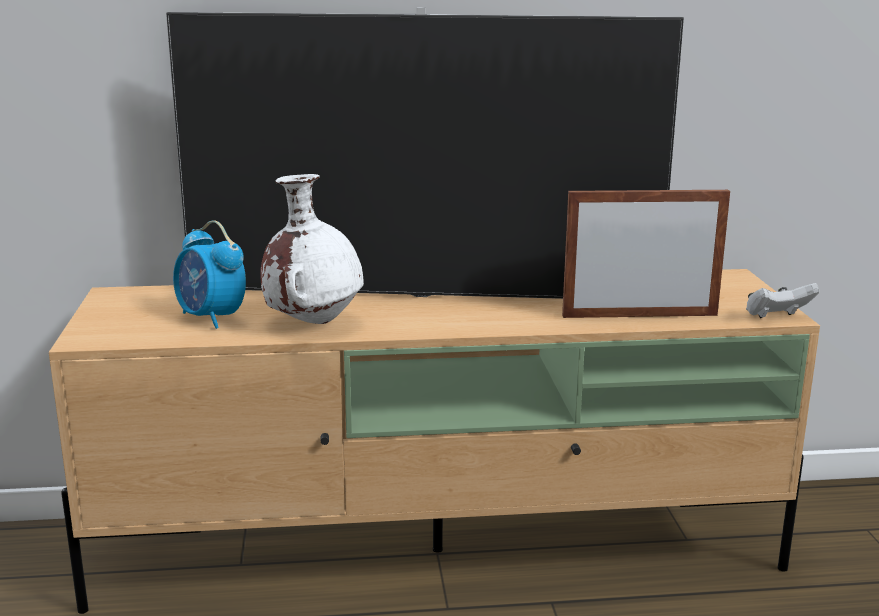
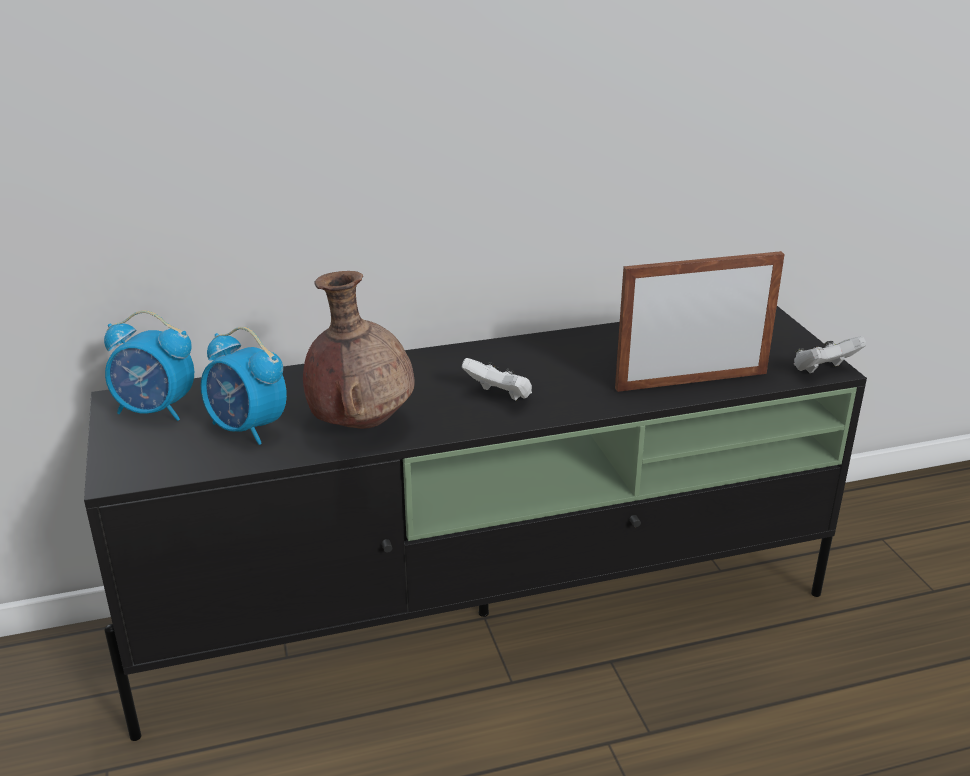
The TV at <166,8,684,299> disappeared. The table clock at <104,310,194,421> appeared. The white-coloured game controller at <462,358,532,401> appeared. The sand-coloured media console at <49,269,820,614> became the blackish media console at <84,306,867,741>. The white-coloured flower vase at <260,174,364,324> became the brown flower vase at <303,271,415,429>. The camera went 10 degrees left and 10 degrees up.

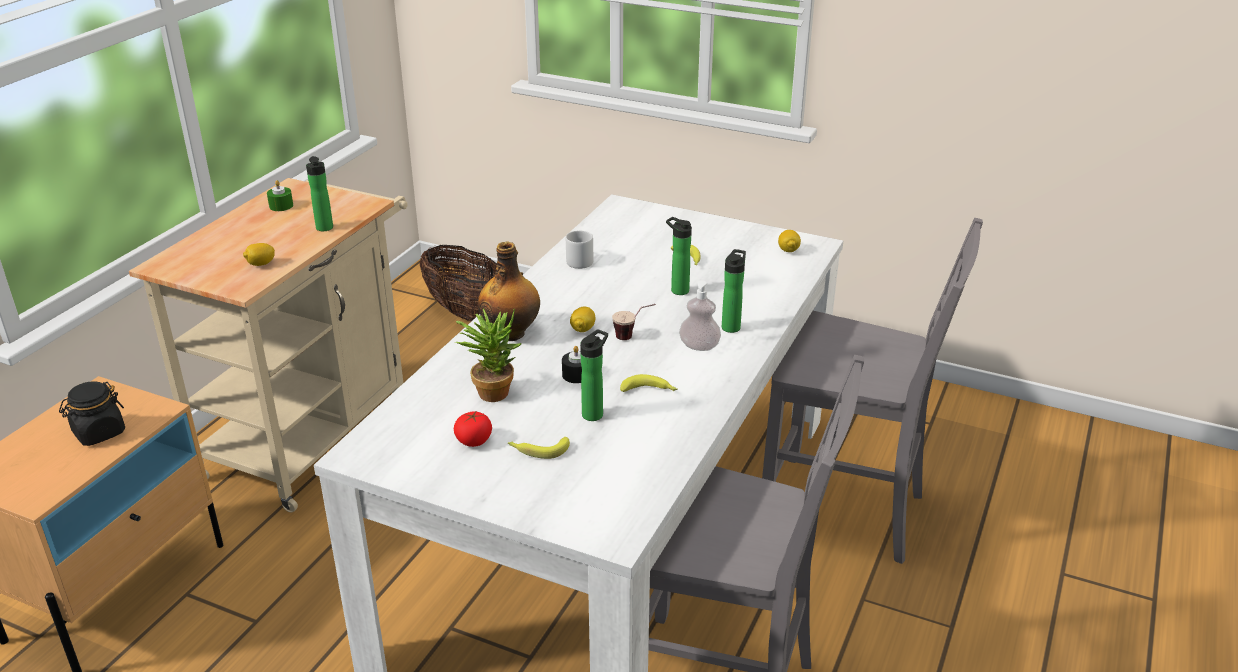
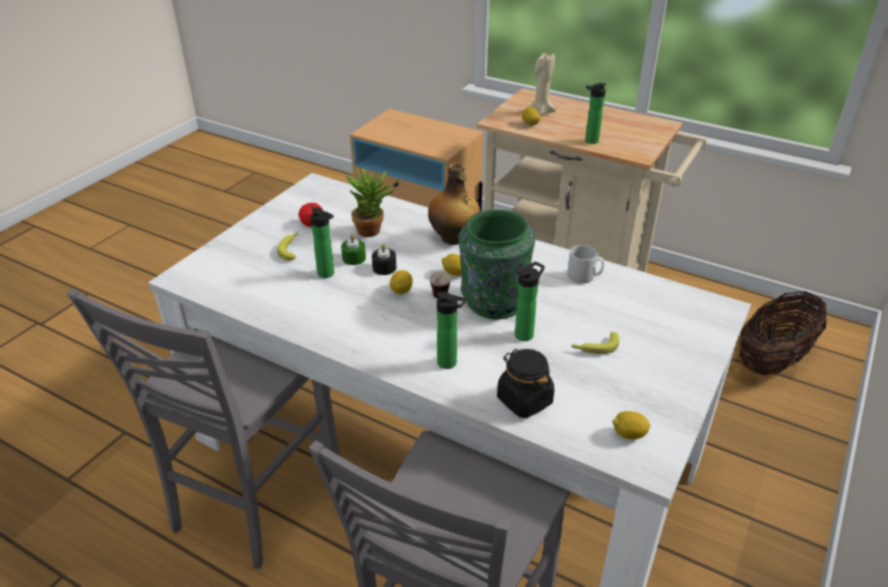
The whole banana at <620,374,677,392> disappeared. The liquid soap bottle at <679,280,721,351> disappeared. The lemon at <390,270,413,294> appeared. The green-coloured flower vase at <459,210,535,319> appeared. The sand-coloured wax light at <529,53,556,116> appeared. The blackish preserve jar moved from <59,381,125,446> to <497,349,554,418>. The green-coloured wax light moved from <267,180,293,211> to <341,234,366,265>. The camera went 95 degrees right and 5 degrees up.

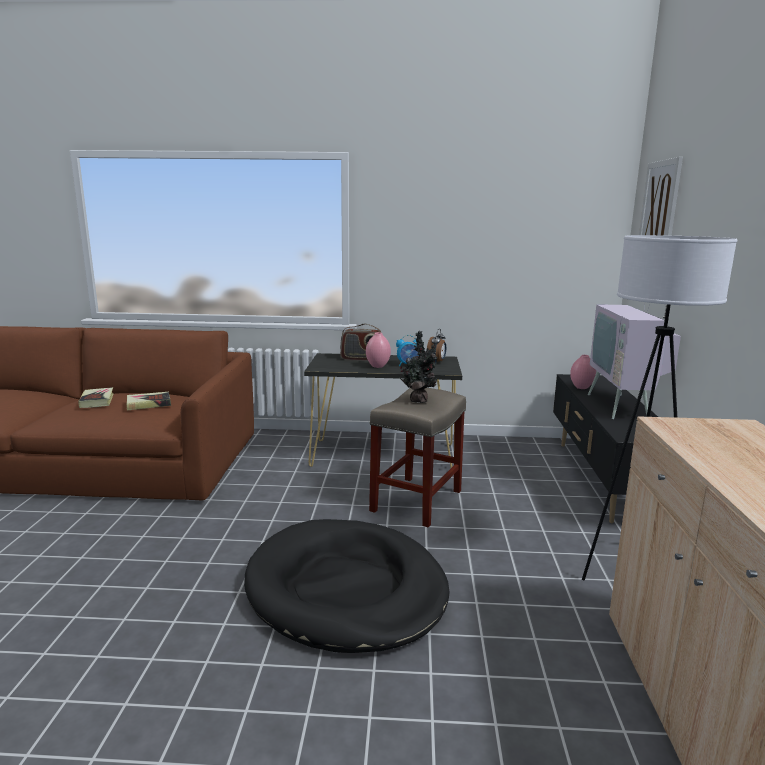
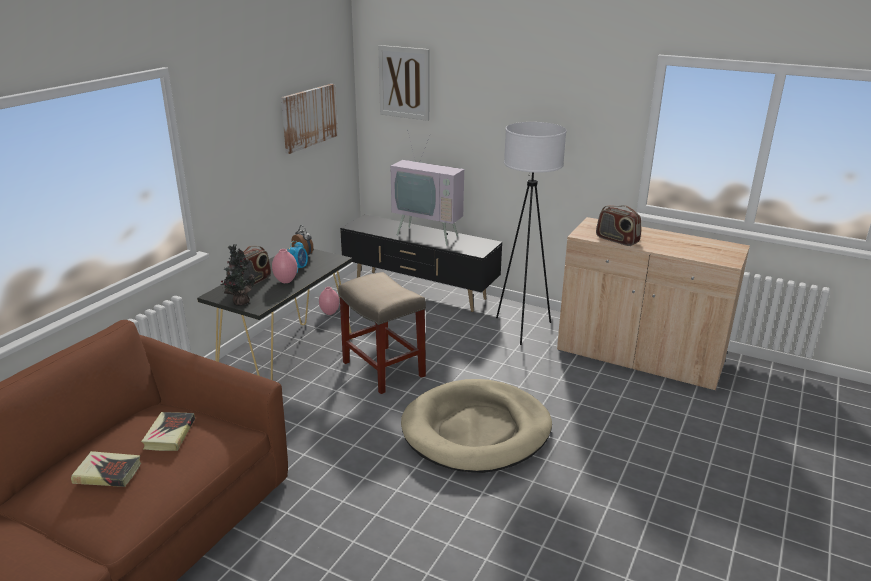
The wall art at <281,84,338,154> appeared. The radio at <596,205,641,246> appeared. The houseplant moved from <400,331,437,403> to <221,244,255,306>. The pinkish flower vase moved from <570,355,596,389> to <319,287,340,315>. The blackish dog bed at <244,519,449,653> became the sand-coloured dog bed at <401,379,552,473>. The camera went 65 degrees left and 10 degrees up.

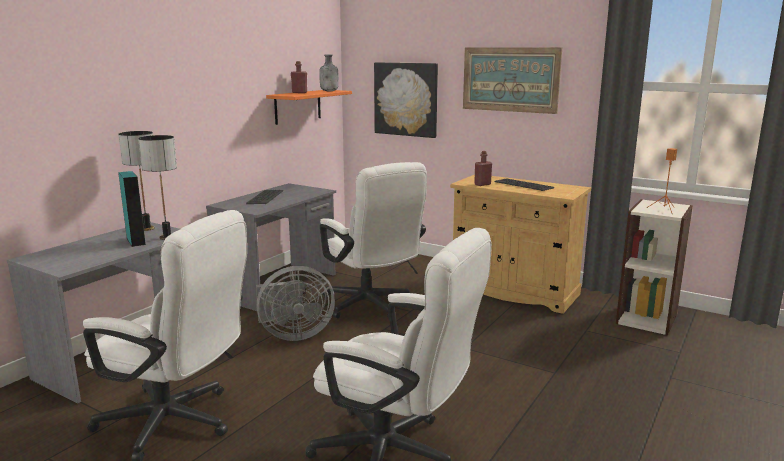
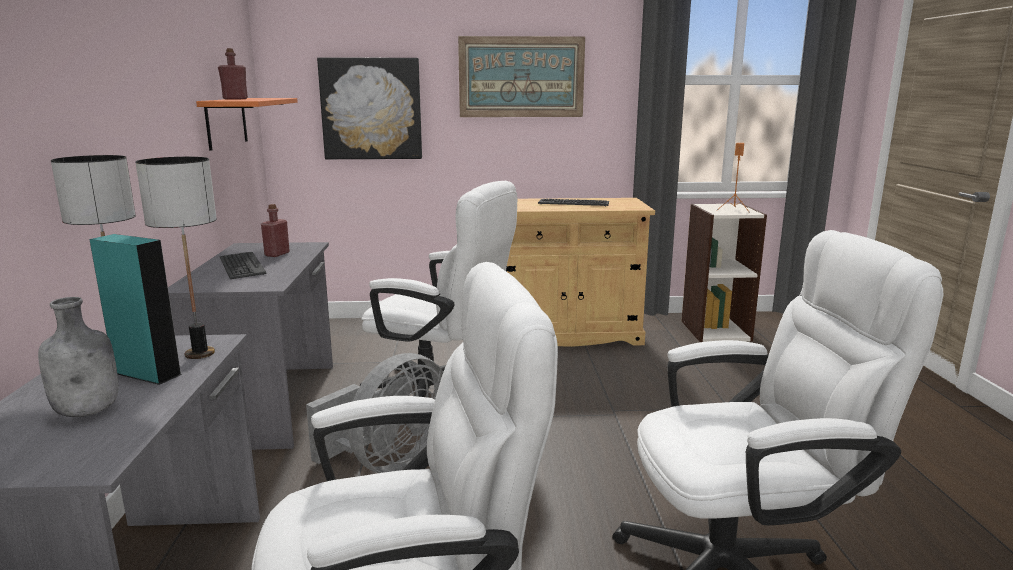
The greyish bottle moved from <319,54,339,91> to <38,297,118,417>. The red bottle moved from <474,151,492,186> to <261,204,290,257>. The camera went 35 degrees left and 0 degrees up.

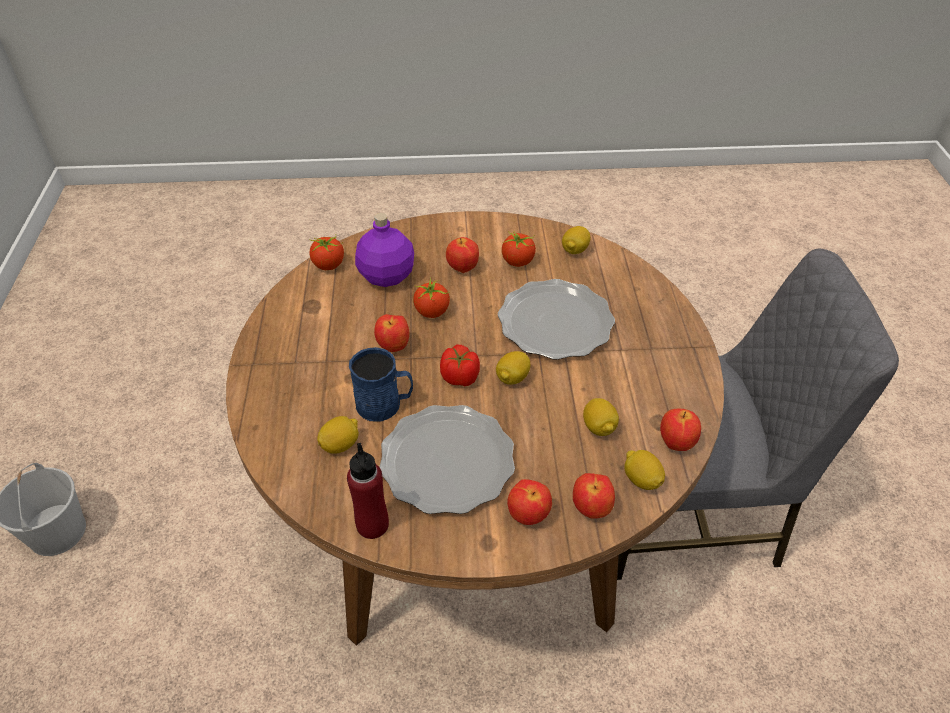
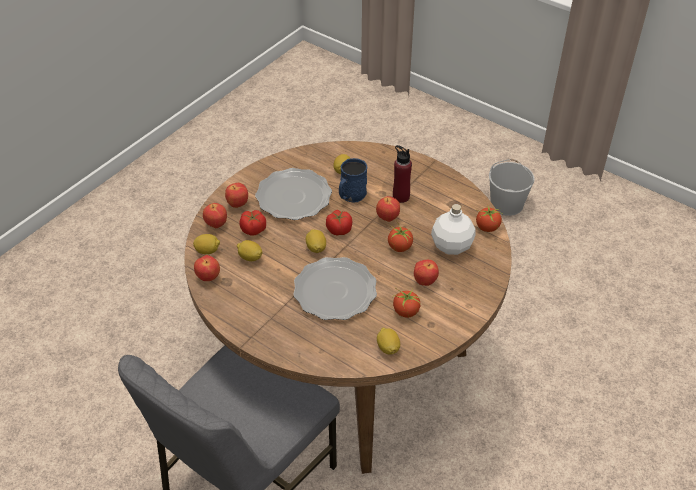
The whole tomato at <239,210,266,236> appeared. The red bottle moved from <347,443,389,539> to <393,145,412,203>. The purple bottle at <355,213,414,287> became the white-coloured bottle at <431,204,476,255>. The camera went 130 degrees right and 0 degrees up.

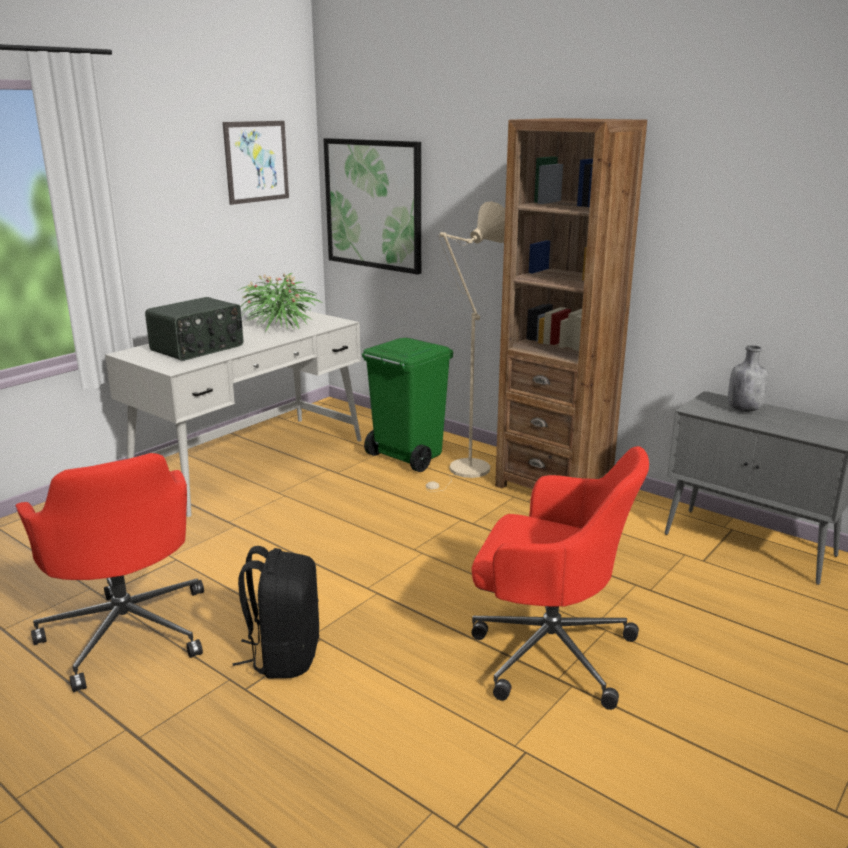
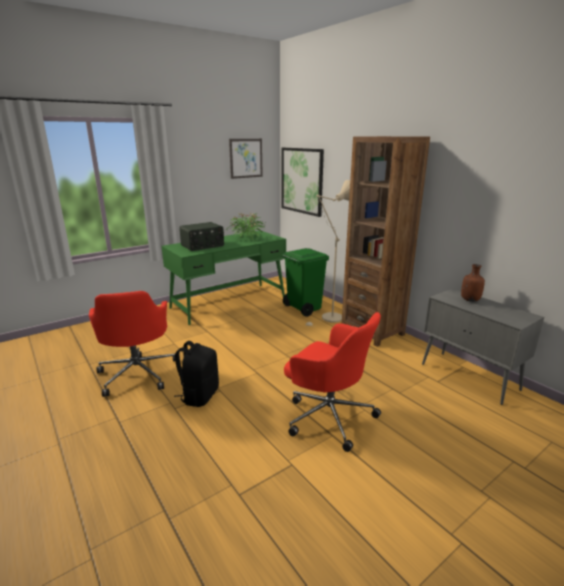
The white-coloured desk at <105,309,361,517> became the green-coloured desk at <162,231,286,325>. The greyish bottle at <728,345,768,412> became the brown bottle at <461,264,485,302>. The camera went 15 degrees right and 0 degrees up.

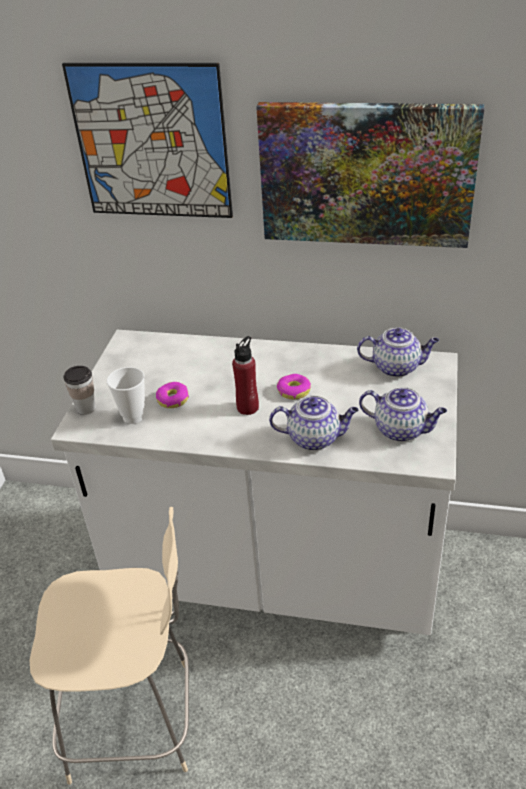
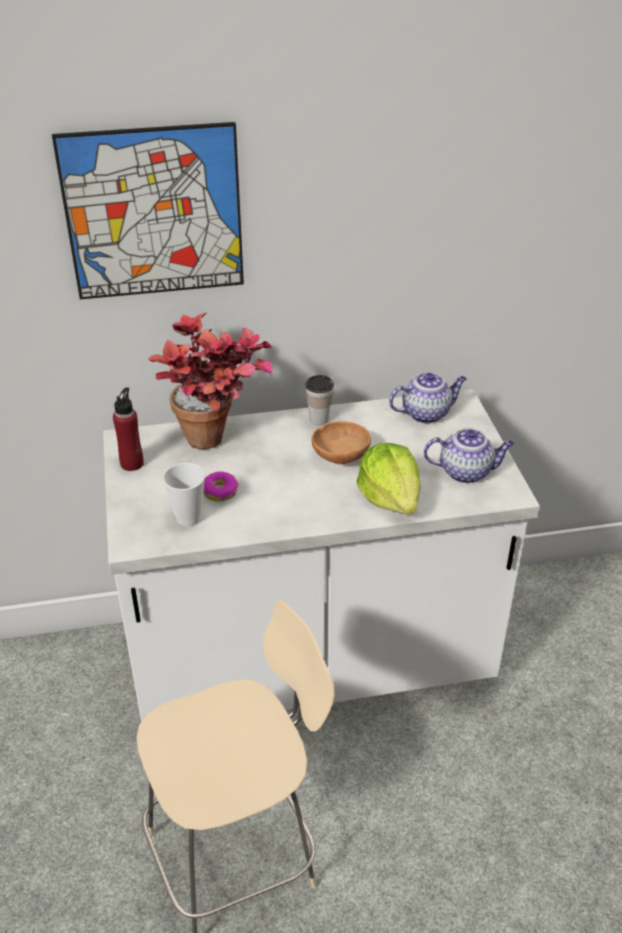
The wall art at <256,102,484,248> disappeared. The houseplant at <148,312,273,450> appeared. The small cup moved from <64,366,96,415> to <305,375,334,425>. The red bottle moved from <232,336,259,415> to <113,387,144,471>. The teapot at <269,396,359,451> was replaced by the lettuce head at <356,443,421,514>. The doughnut at <277,374,311,400> was replaced by the brown deep dish at <312,421,371,465>. The camera went 25 degrees left and 0 degrees up.

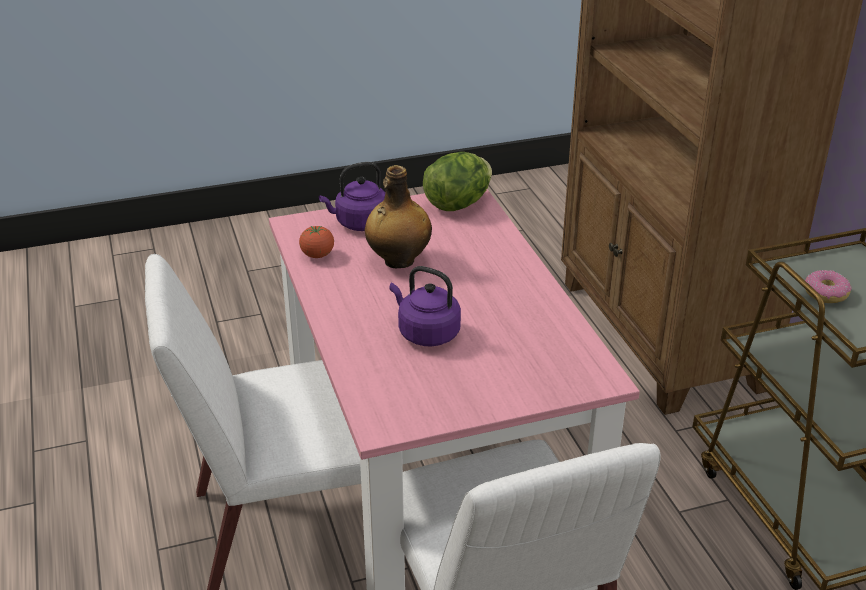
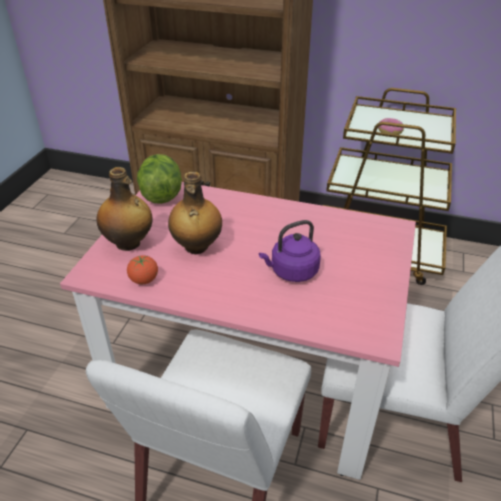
The purple kettle at <319,162,386,231> was replaced by the bottle at <97,167,153,251>. The camera went 55 degrees left and 5 degrees up.

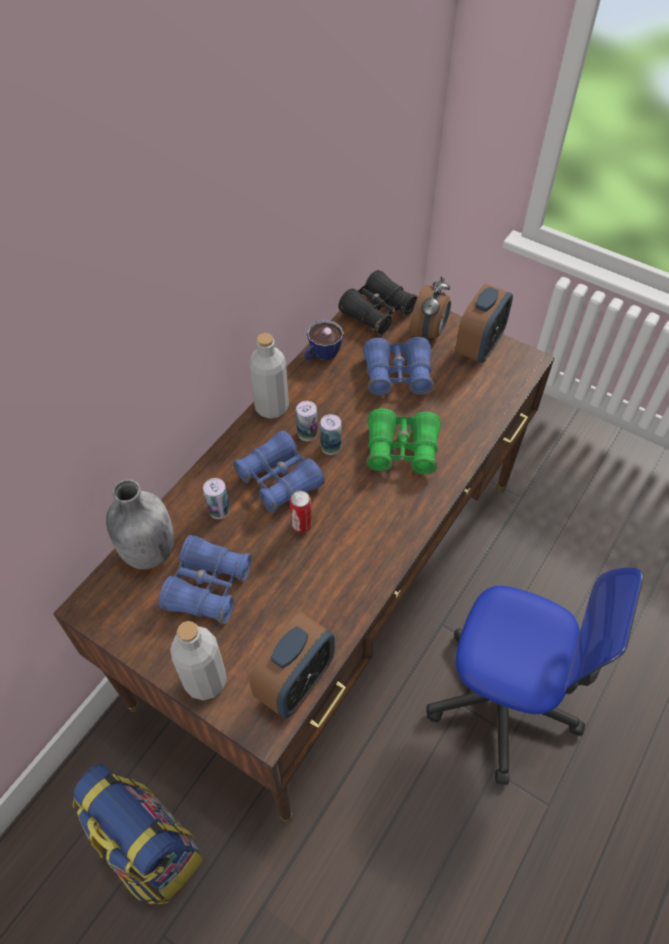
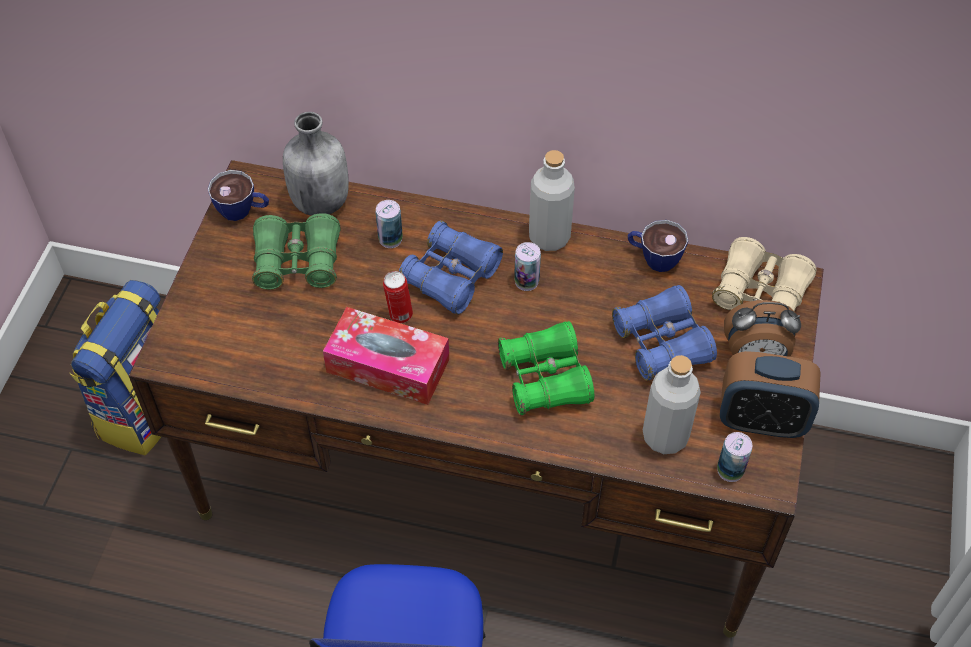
The table clock at <250,612,335,718> disappeared. The small cup at <208,170,269,221> appeared. The tissue holder at <323,307,449,405> appeared. The greyish bottle moved from <170,621,227,700> to <643,355,701,454>. The can moved from <320,414,342,455> to <717,432,752,482>. The blue-coloured field glasses at <159,535,252,625> became the green-coloured field glasses at <252,213,341,290>. The blackish field glasses at <338,270,418,335> became the sand-coloured field glasses at <712,237,816,311>. The camera went 70 degrees right and 0 degrees up.

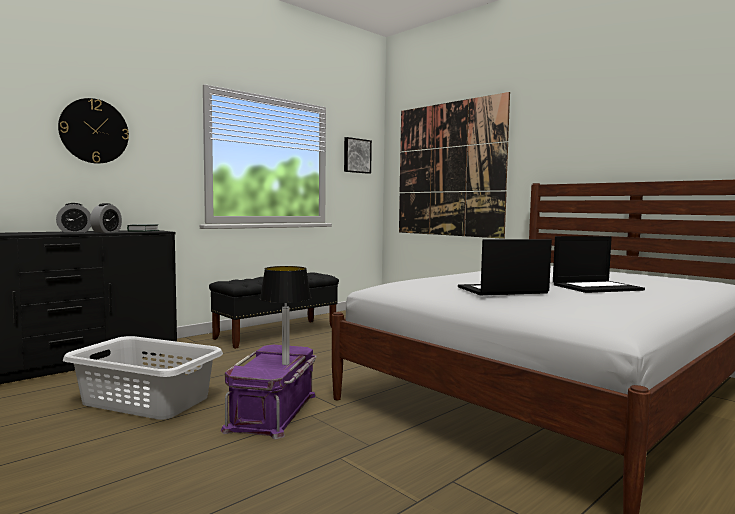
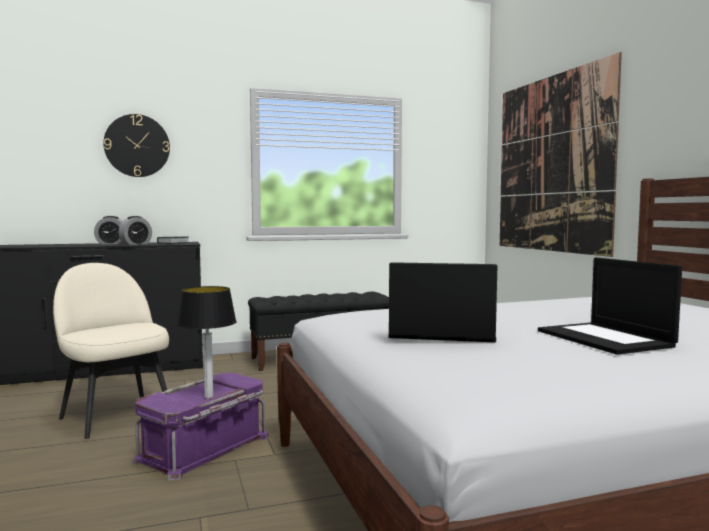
The wall art at <344,137,372,174> disappeared. The greyish hamper at <63,336,223,420> was replaced by the sand-coloured upright chair at <53,263,169,439>. The portable computer at <553,236,645,293> turned 60 degrees clockwise. The camera went 25 degrees right and 0 degrees up.

